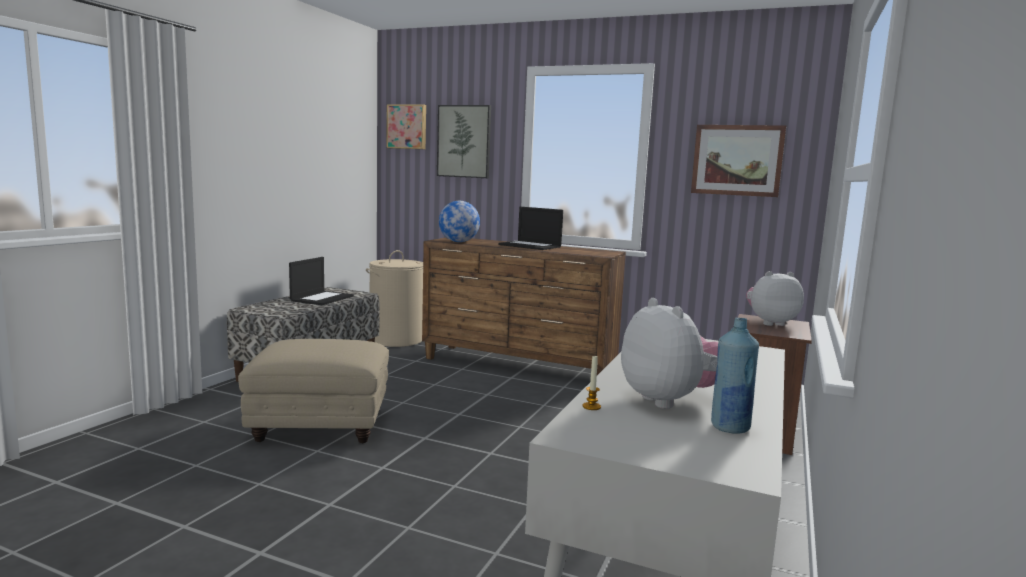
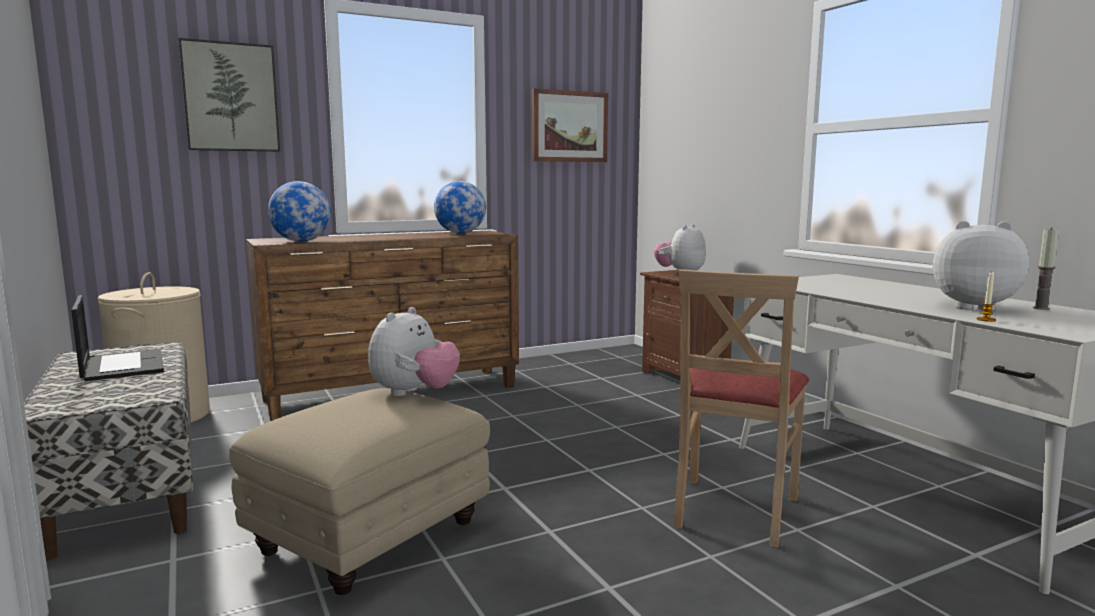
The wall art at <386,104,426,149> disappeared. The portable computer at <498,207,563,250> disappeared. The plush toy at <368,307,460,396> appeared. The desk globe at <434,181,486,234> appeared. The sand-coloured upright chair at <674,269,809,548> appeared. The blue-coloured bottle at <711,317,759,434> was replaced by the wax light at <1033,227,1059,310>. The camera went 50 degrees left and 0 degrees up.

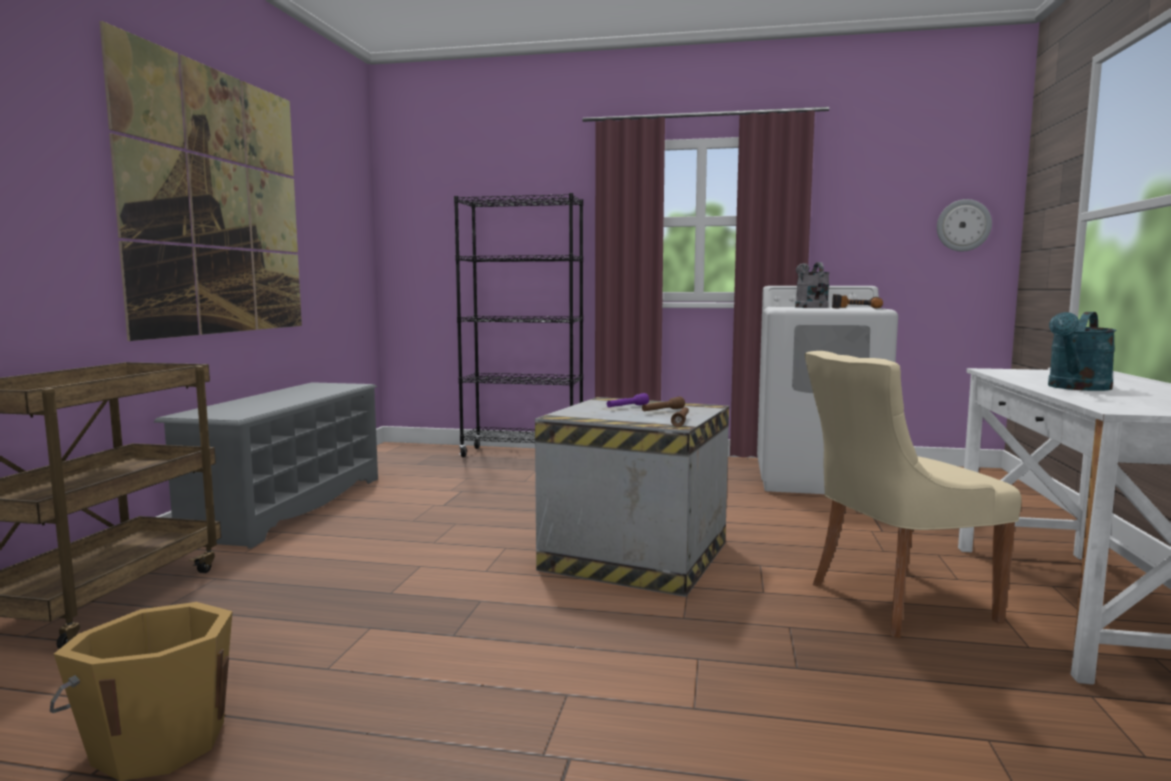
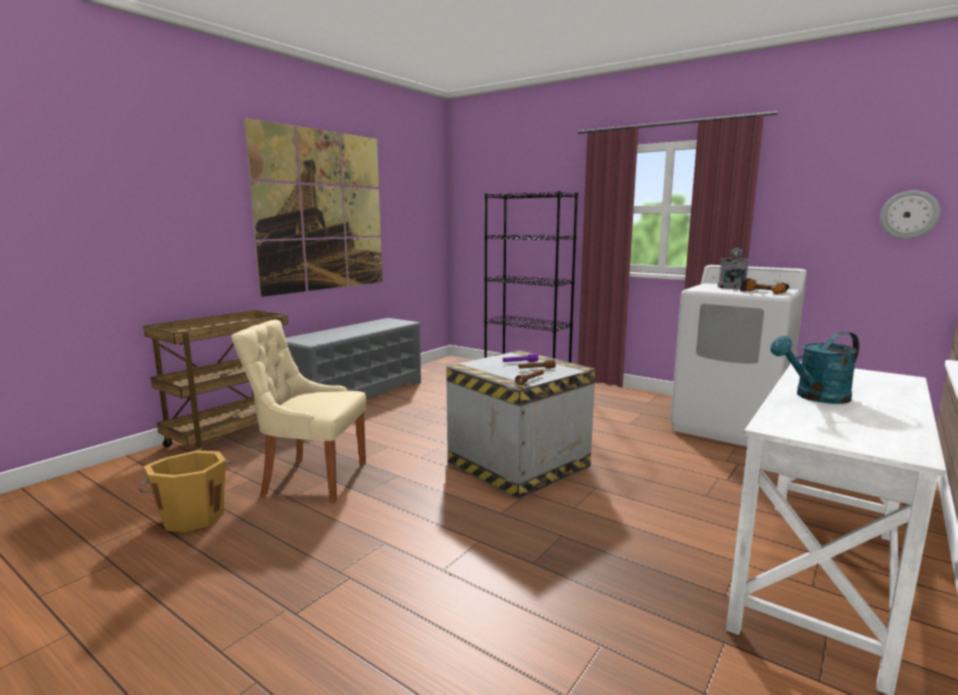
The sand-coloured upright chair moved from <805,351,1021,638> to <231,320,366,502>. The camera went 25 degrees right and 5 degrees up.

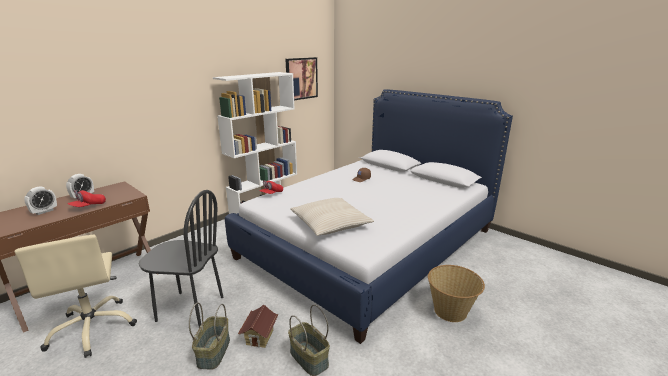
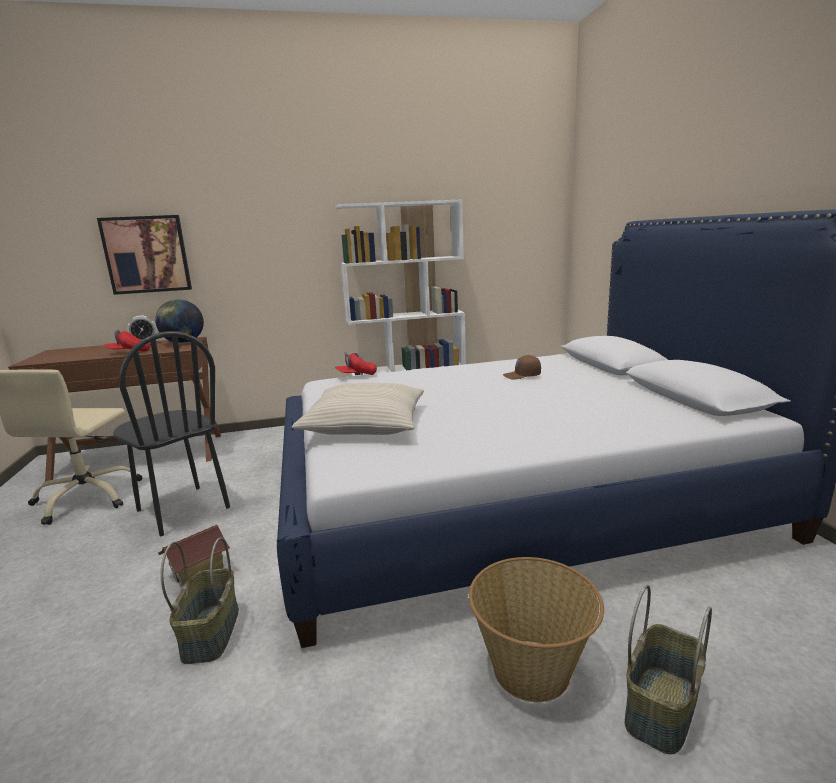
The table clock at <24,187,57,215> disappeared. The desk globe at <155,299,204,343> appeared. The basket moved from <189,303,230,370> to <625,585,712,754>. The wall art moved from <285,57,318,100> to <97,215,192,295>. The camera went 35 degrees right and 5 degrees down.

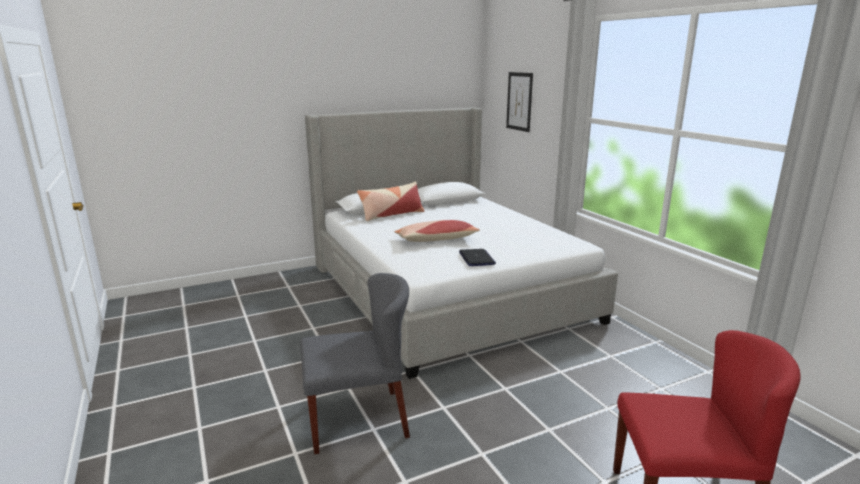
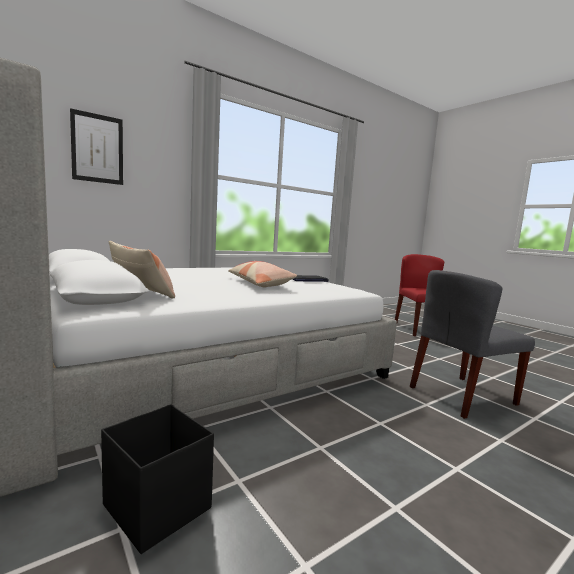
The blackish storage box at <101,404,214,554> appeared. The greyish upright chair at <300,273,410,454> turned 90 degrees counterclockwise. The camera went 100 degrees left and 10 degrees down.

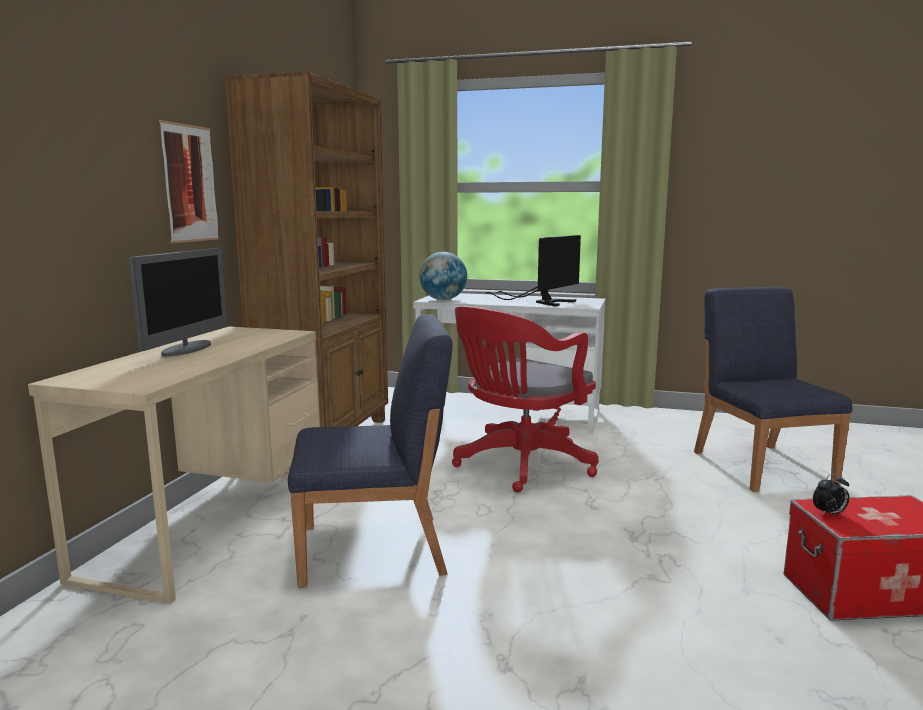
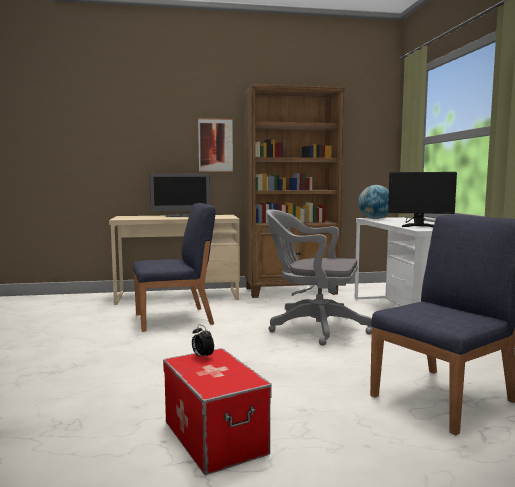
The red desk chair at <452,306,599,492> became the greyish desk chair at <266,209,372,346>. The blue-coloured upright chair at <288,314,452,588> turned 75 degrees counterclockwise. The camera went 65 degrees right and 5 degrees down.

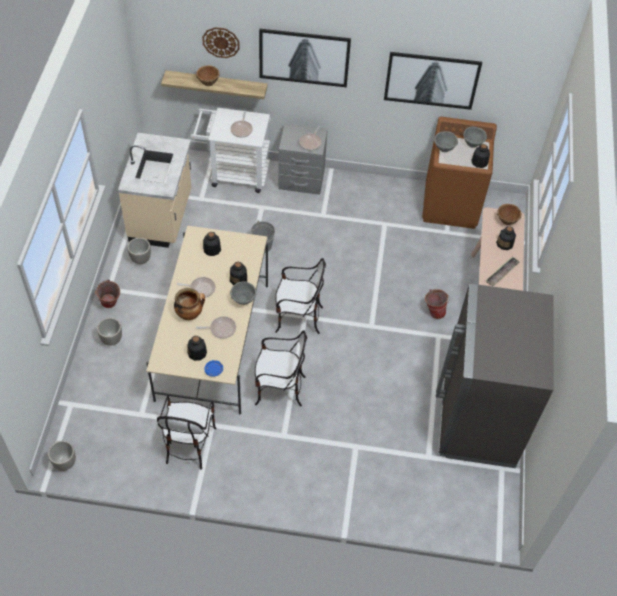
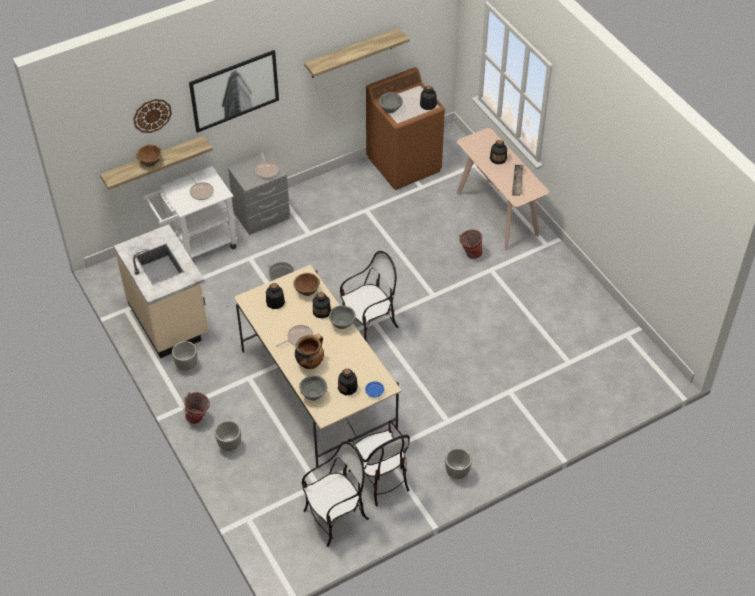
The pan at <196,316,236,339> disappeared. The greyish fridge at <436,284,553,468> disappeared. The planter moved from <48,441,76,471> to <445,448,472,479>. The upright chair moved from <255,330,307,406> to <302,441,369,547>. The greyish deep dish moved from <463,127,487,148> to <299,375,327,401>. The brown deep dish moved from <497,204,522,225> to <293,273,320,296>. The wall art at <384,52,482,110> was replaced by the wall shelf at <304,28,409,78>. The camera went 35 degrees left and 5 degrees down.

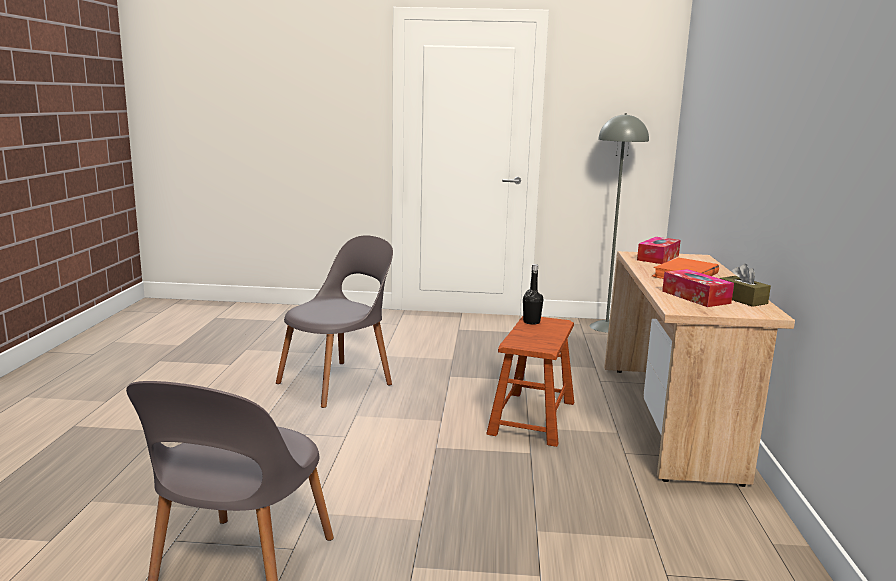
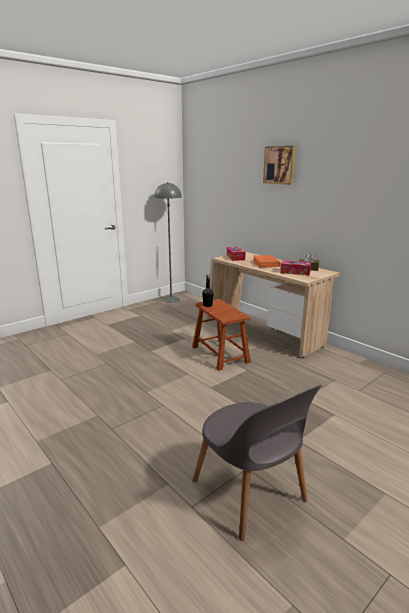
The greyish upright chair at <276,235,393,408> disappeared. The wall art at <263,146,296,185> appeared. The camera went 45 degrees left and 5 degrees up.

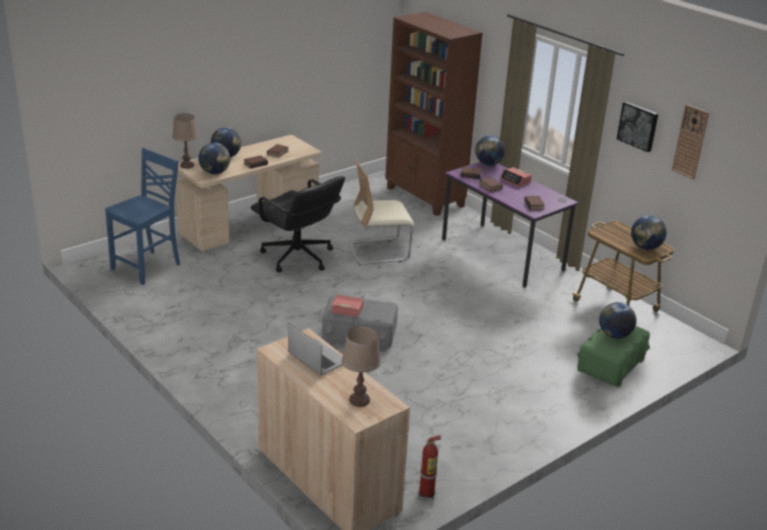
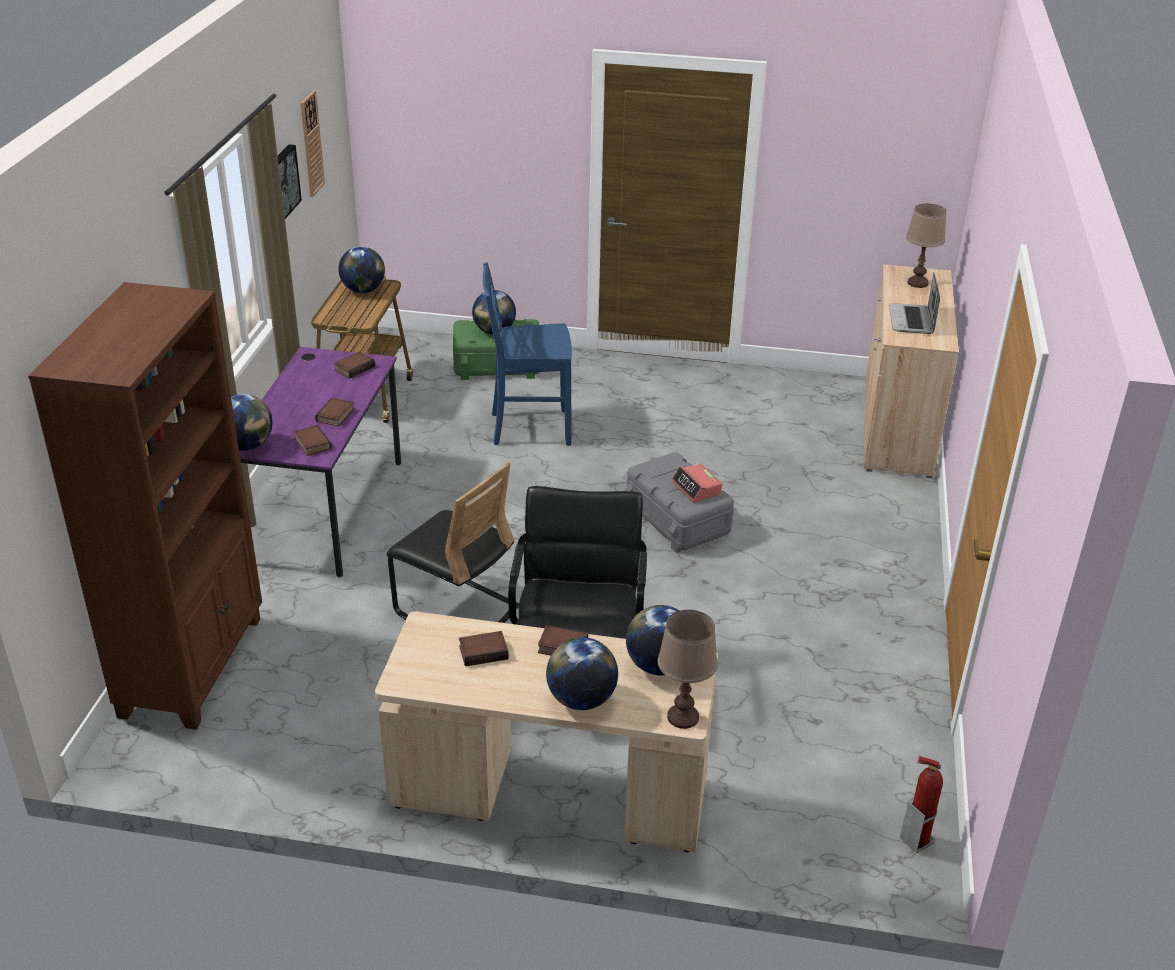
The table clock at <500,167,532,187> disappeared. The blue-coloured upright chair moved from <105,148,180,285> to <483,262,572,446>. The fire extinguisher moved from <418,435,441,501> to <900,756,943,853>. The sand-coloured upright chair at <350,158,414,265> became the blackish upright chair at <387,462,519,623>. The camera went 130 degrees left and 5 degrees up.

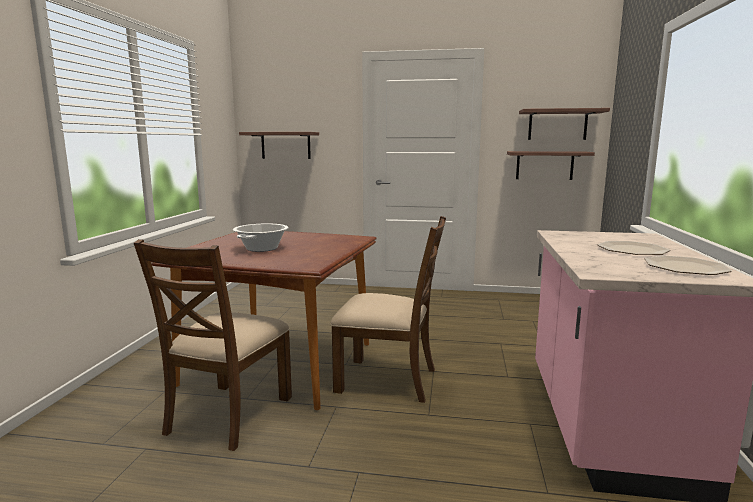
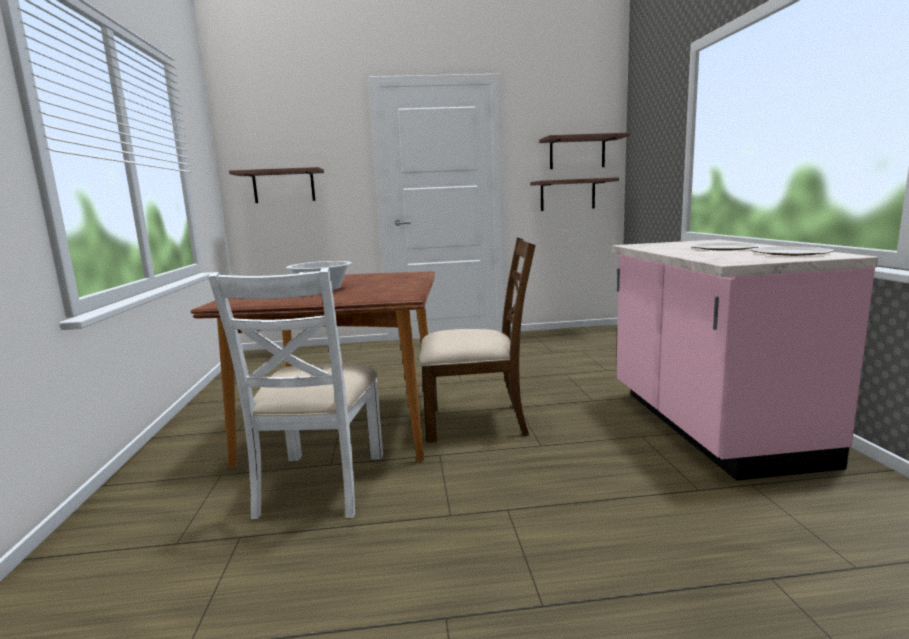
The brown upright chair at <134,239,292,451> became the white-coloured upright chair at <208,268,383,519>. The camera went 15 degrees left and 0 degrees up.

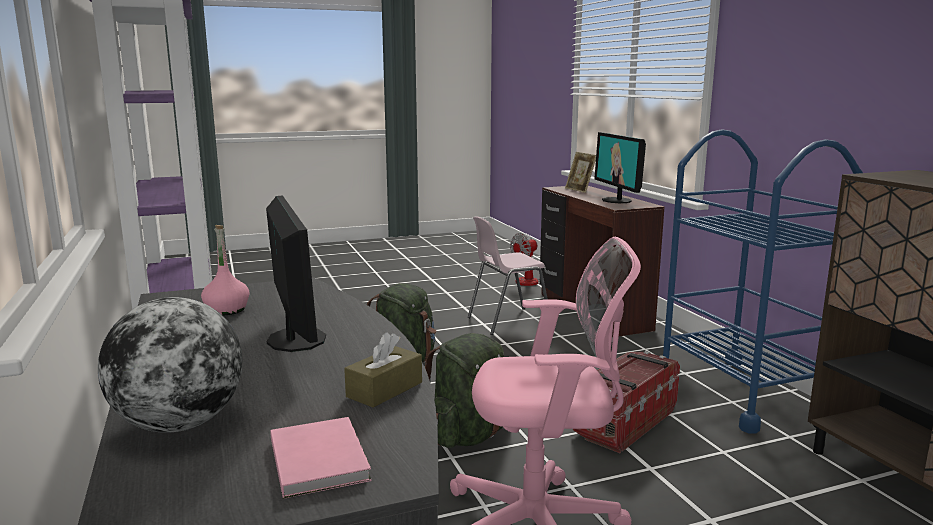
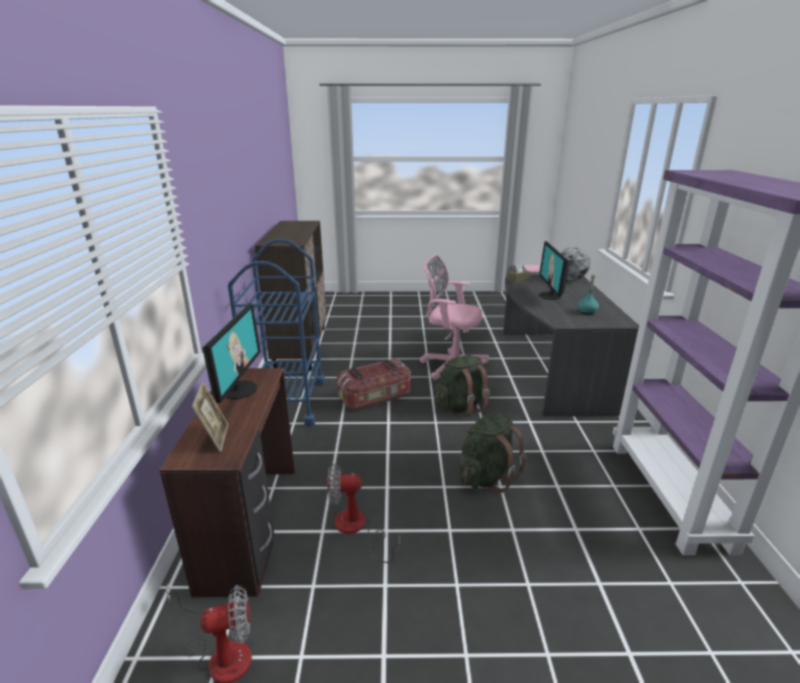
The pinkish upright chair at <468,216,547,335> was replaced by the electric fan at <327,464,400,563>. The pinkish bottle at <201,225,250,316> became the turquoise-coloured bottle at <578,275,599,315>. The camera went 160 degrees left and 10 degrees up.

